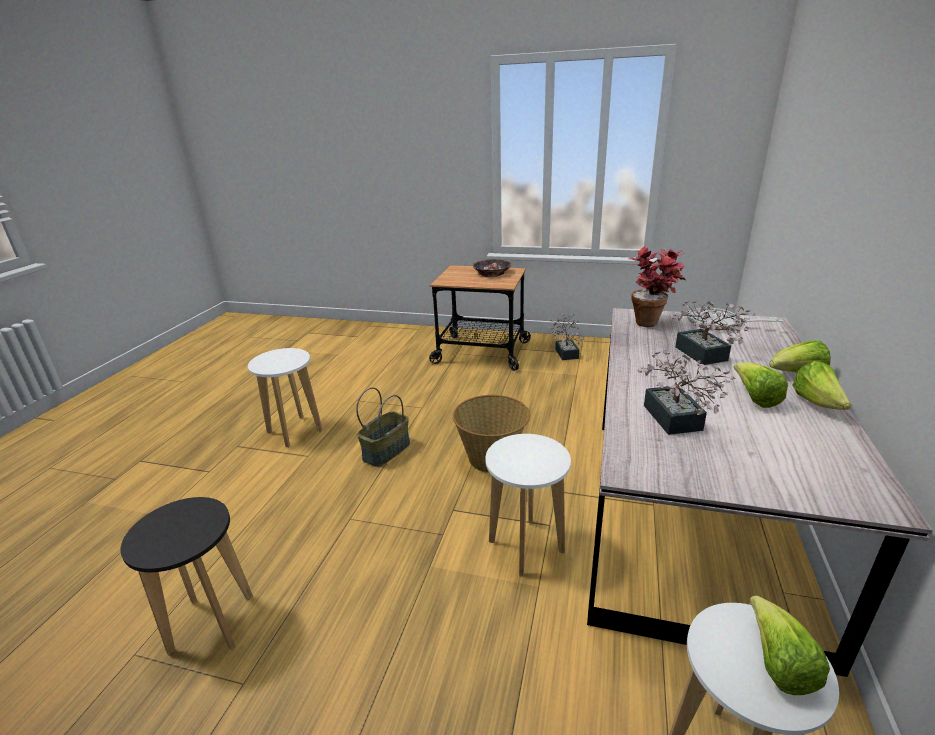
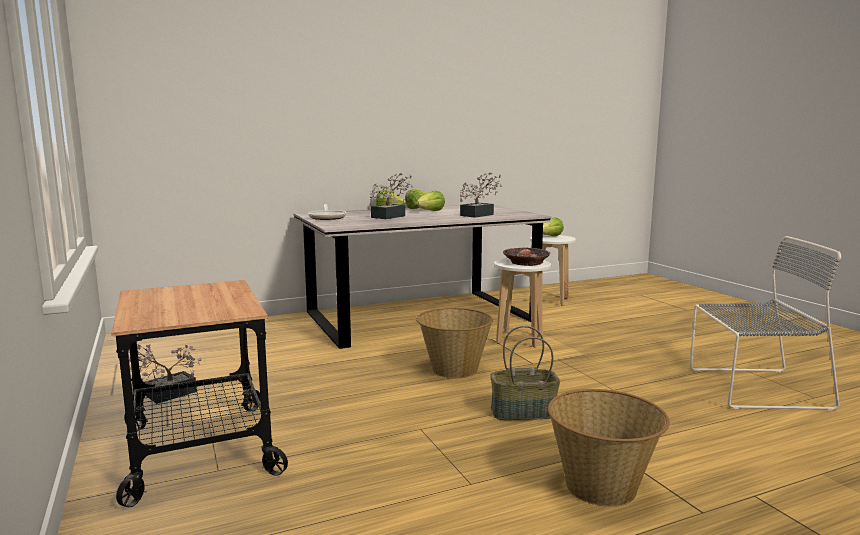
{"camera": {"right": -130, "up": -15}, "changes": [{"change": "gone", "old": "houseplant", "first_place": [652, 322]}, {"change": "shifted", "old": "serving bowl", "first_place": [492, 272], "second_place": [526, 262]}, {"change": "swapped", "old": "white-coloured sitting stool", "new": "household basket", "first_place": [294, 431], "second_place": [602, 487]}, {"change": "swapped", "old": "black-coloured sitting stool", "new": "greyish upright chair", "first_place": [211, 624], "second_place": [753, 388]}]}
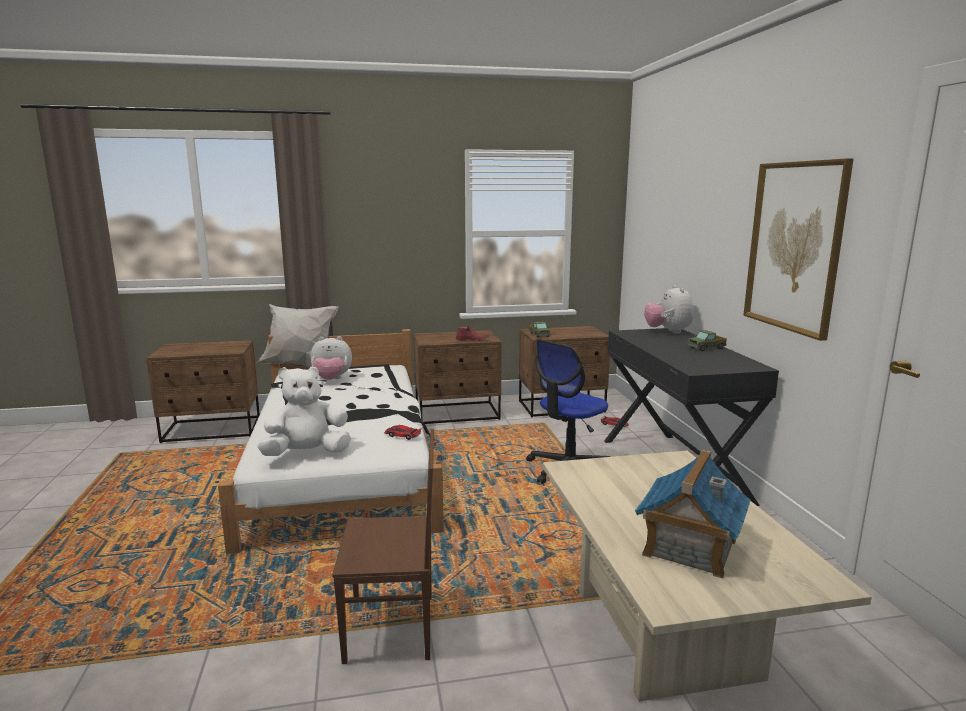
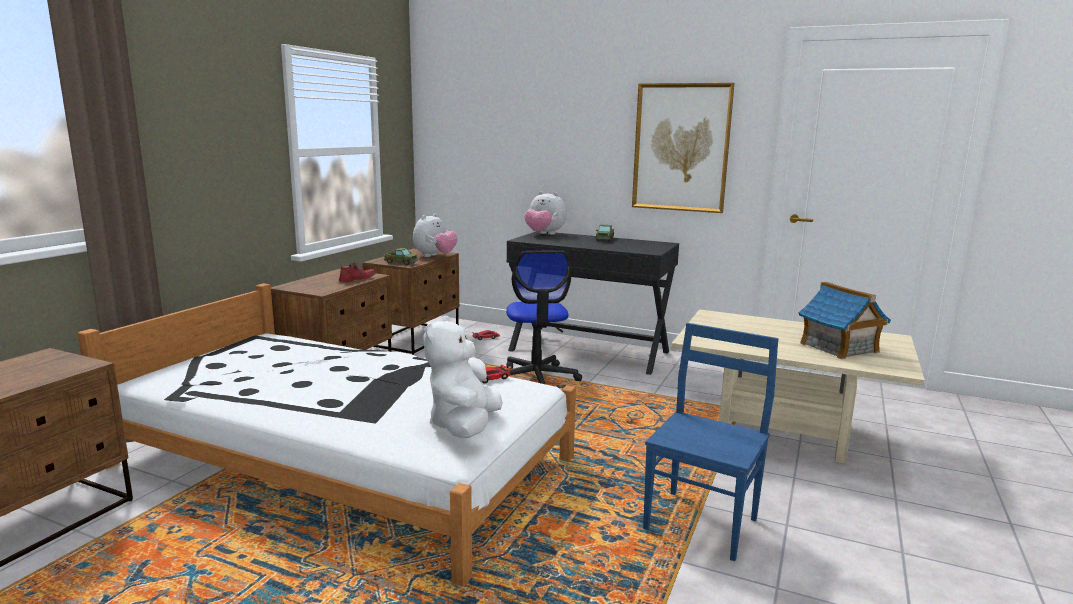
{"camera": {"right": -55, "up": 0}, "changes": [{"change": "gone", "old": "white-coloured cushion", "first_place": [299, 367]}, {"change": "shifted", "old": "plush toy", "first_place": [331, 380], "second_place": [435, 256]}, {"change": "repainted", "old": "brown upright chair", "new": "blue-coloured upright chair", "first_place": [392, 630], "second_place": [703, 524]}]}
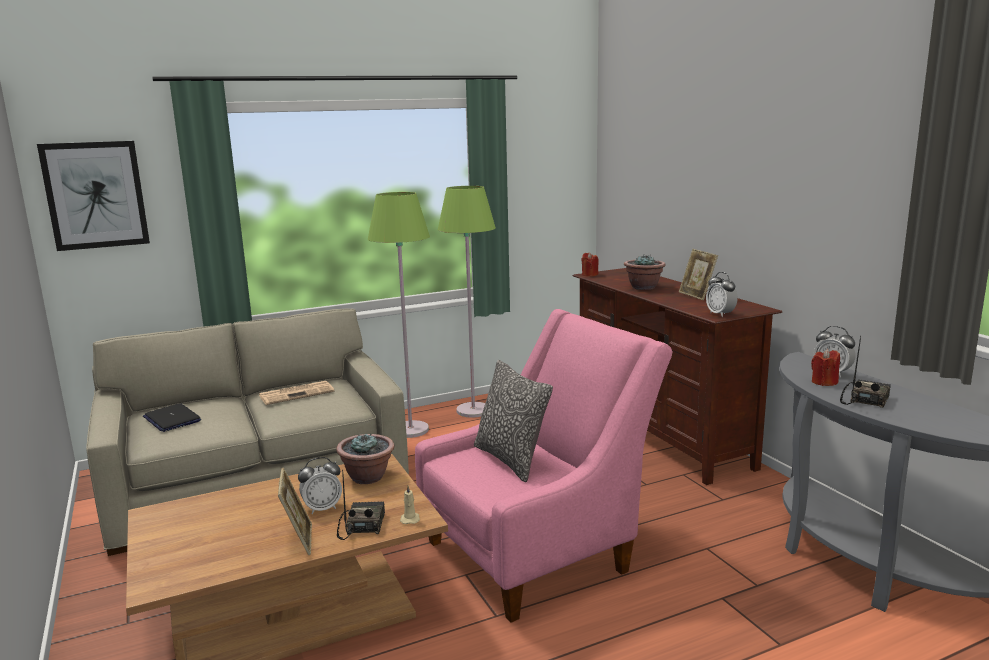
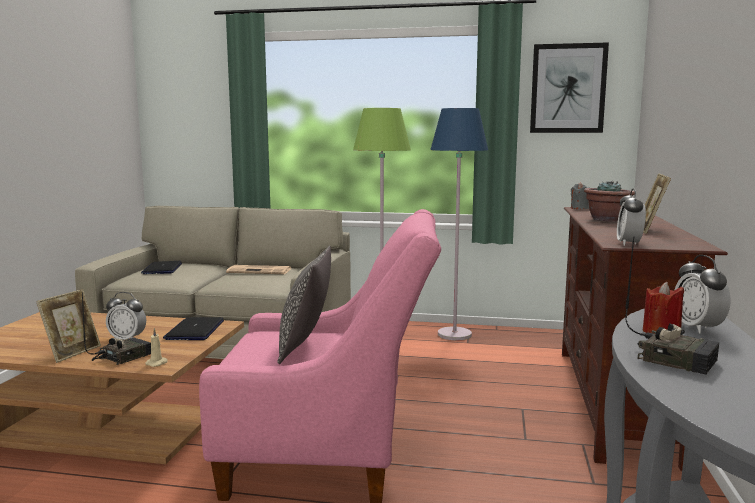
{"camera": {"right": 35, "up": -5}, "changes": [{"change": "shifted", "old": "picture", "first_place": [95, 195], "second_place": [568, 88]}, {"change": "repainted", "old": "greenish standard lamp", "new": "blue-coloured standard lamp", "first_place": [473, 410], "second_place": [454, 334]}, {"change": "repainted", "old": "red wax candle", "new": "greyish wax candle", "first_place": [589, 274], "second_place": [579, 208]}, {"change": "rotated", "old": "radio set", "first_place": [865, 399], "second_place": [675, 359], "degrees": 60}, {"change": "swapped", "old": "houseplant", "new": "laptop", "first_place": [368, 477], "second_place": [195, 330]}]}
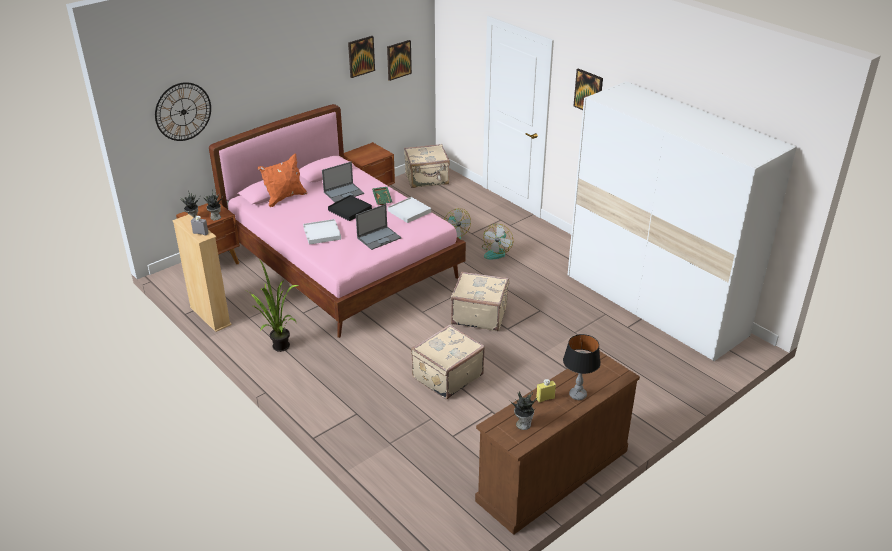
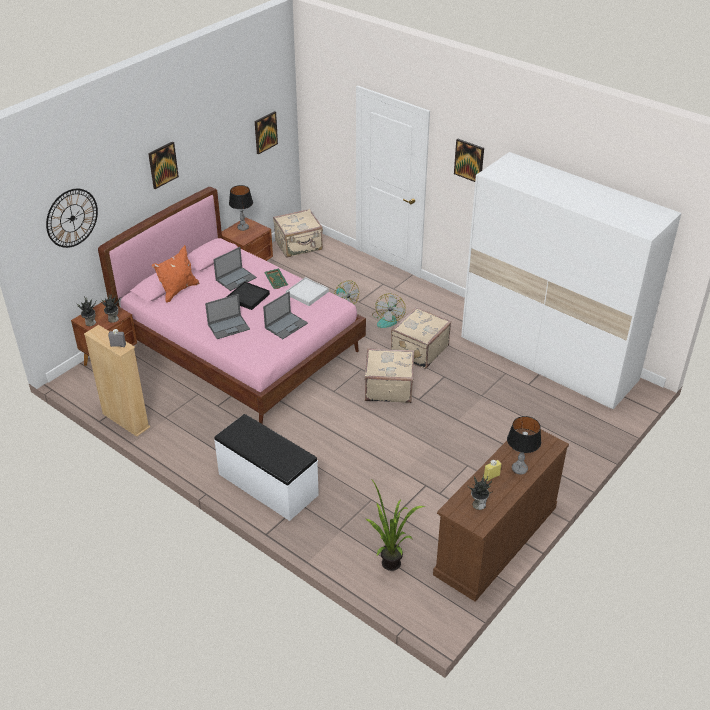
{"camera": {"right": -10, "up": 5}, "changes": [{"change": "shifted", "old": "picture", "first_place": [361, 56], "second_place": [162, 165]}, {"change": "swapped", "old": "white-coloured tray", "new": "laptop", "first_place": [322, 233], "second_place": [229, 327]}, {"change": "shifted", "old": "houseplant", "first_place": [278, 349], "second_place": [389, 567]}, {"change": "shifted", "old": "beige piece of luggage", "first_place": [446, 376], "second_place": [418, 350]}, {"change": "new", "new": "table lamp", "second_place": [243, 228]}, {"change": "new", "new": "white-coloured indoor bench", "second_place": [267, 485]}]}
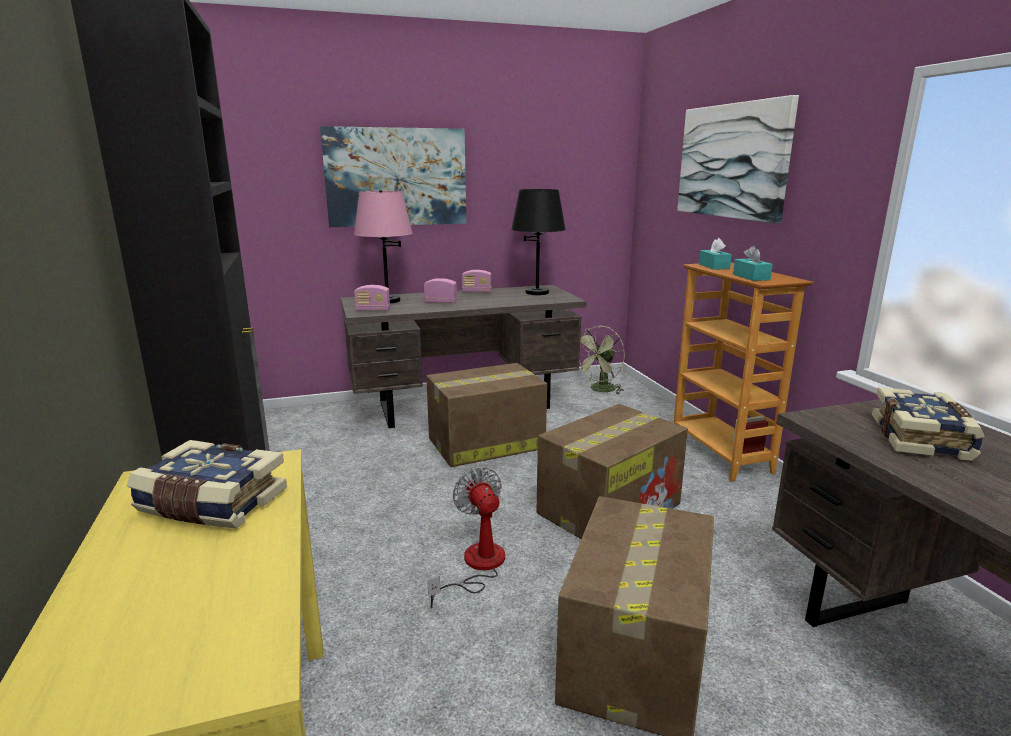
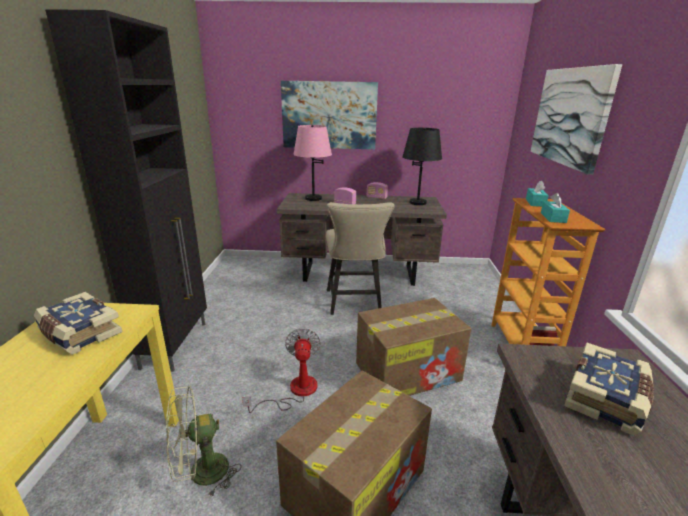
{"camera": {"right": 20, "up": 5}, "changes": [{"change": "gone", "old": "radio set", "first_place": [373, 310]}, {"change": "shifted", "old": "greenish cooling fan", "first_place": [600, 390], "second_place": [200, 474]}, {"change": "swapped", "old": "carton", "new": "beige upright chair", "first_place": [484, 444], "second_place": [354, 304]}]}
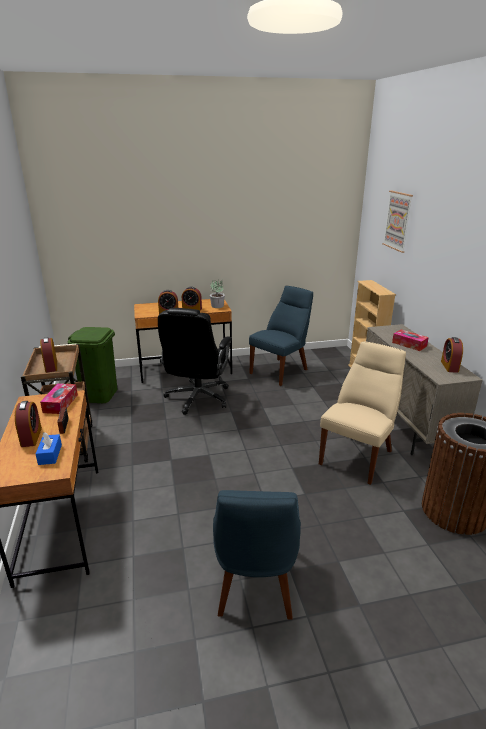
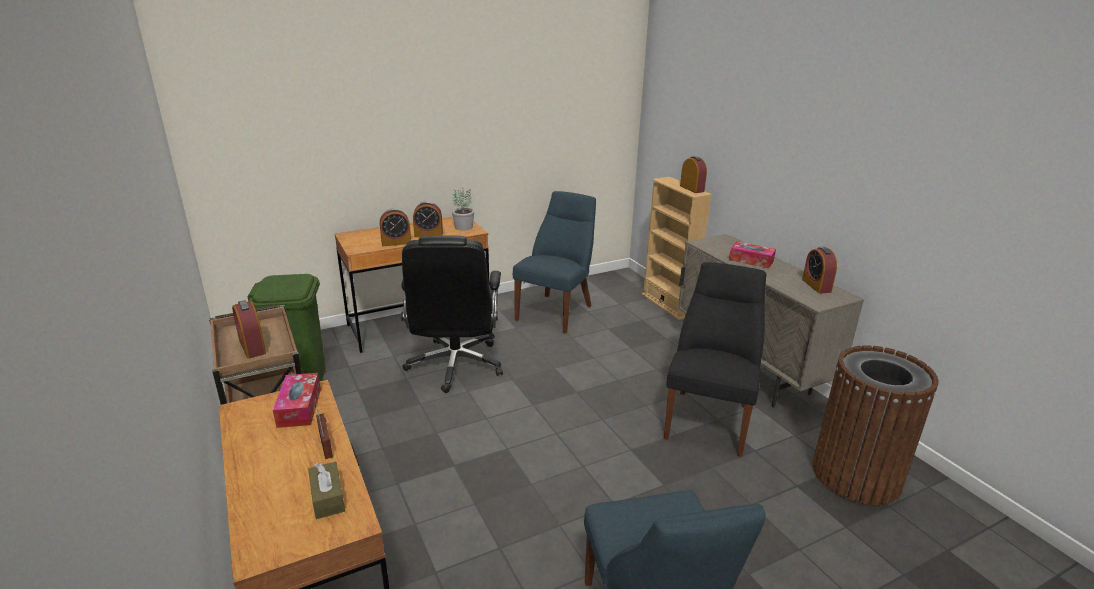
{"camera": {"right": -15, "up": 0}, "changes": [{"change": "gone", "old": "picture", "first_place": [398, 221]}, {"change": "repainted", "old": "beige upright chair", "new": "black-coloured upright chair", "first_place": [358, 455], "second_place": [708, 419]}, {"change": "shifted", "old": "bedside clock", "first_place": [31, 437], "second_place": [692, 189]}, {"change": "repainted", "old": "blue-coloured box of tissues", "new": "brown box of tissues", "first_place": [50, 454], "second_place": [327, 498]}]}
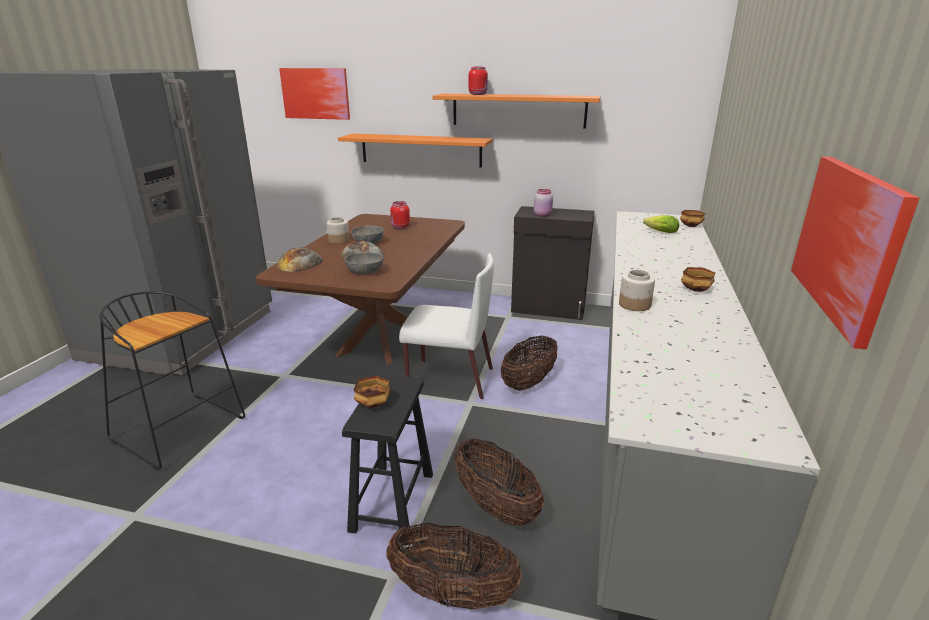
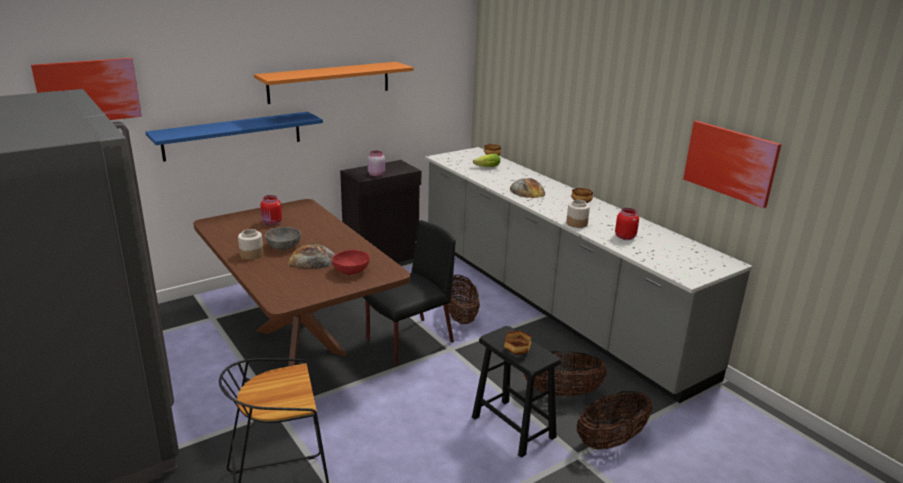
{"camera": {"right": -50, "up": 0}, "changes": [{"change": "shifted", "old": "red jar", "first_place": [478, 94], "second_place": [625, 237]}, {"change": "repainted", "old": "orangey wall shelf", "new": "blue-coloured wall shelf", "first_place": [421, 150], "second_place": [233, 135]}, {"change": "shifted", "old": "bread", "first_place": [300, 263], "second_place": [527, 190]}, {"change": "repainted", "old": "greyish serving bowl", "new": "red serving bowl", "first_place": [365, 272], "second_place": [351, 271]}, {"change": "repainted", "old": "white-coloured upright chair", "new": "black-coloured upright chair", "first_place": [448, 379], "second_place": [408, 341]}]}
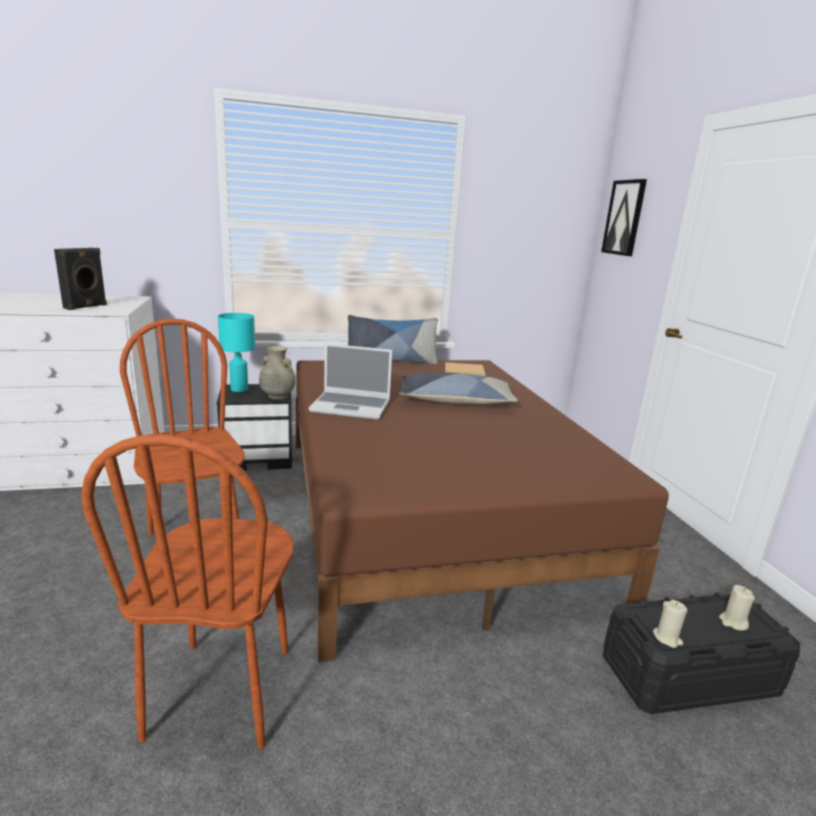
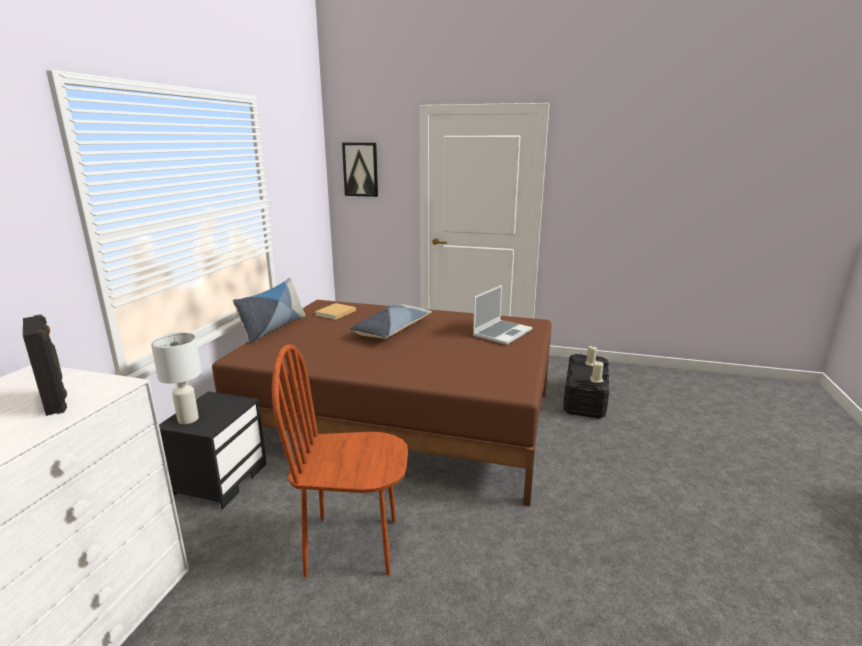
{"camera": {"right": -60, "up": 0}, "changes": [{"change": "repainted", "old": "turquoise table lamp", "new": "white-coloured table lamp", "first_place": [238, 389], "second_place": [187, 419]}, {"change": "shifted", "old": "laptop", "first_place": [352, 407], "second_place": [502, 333]}, {"change": "gone", "old": "beige flower vase", "first_place": [277, 396]}, {"change": "gone", "old": "brown upright chair", "first_place": [222, 692]}]}
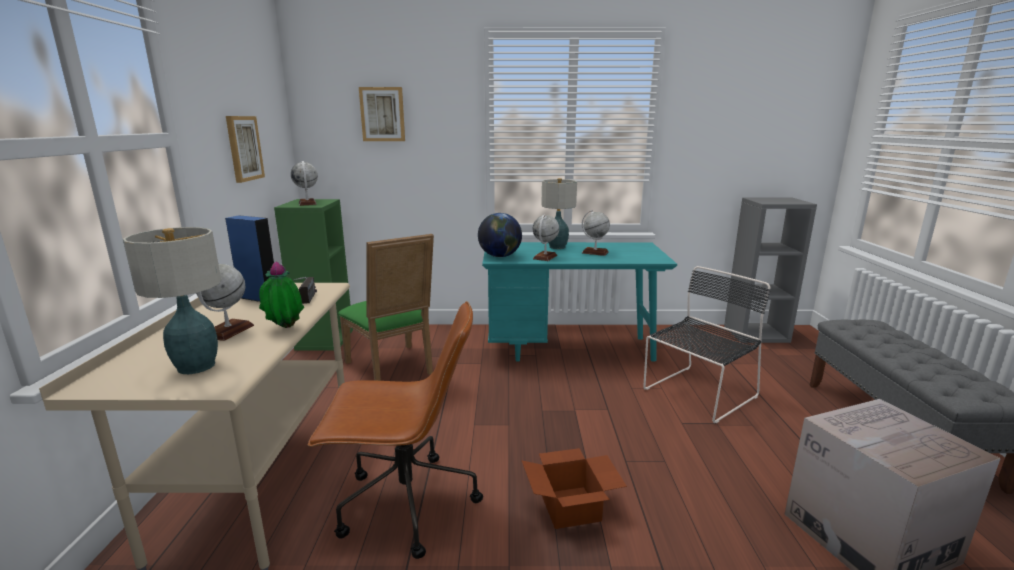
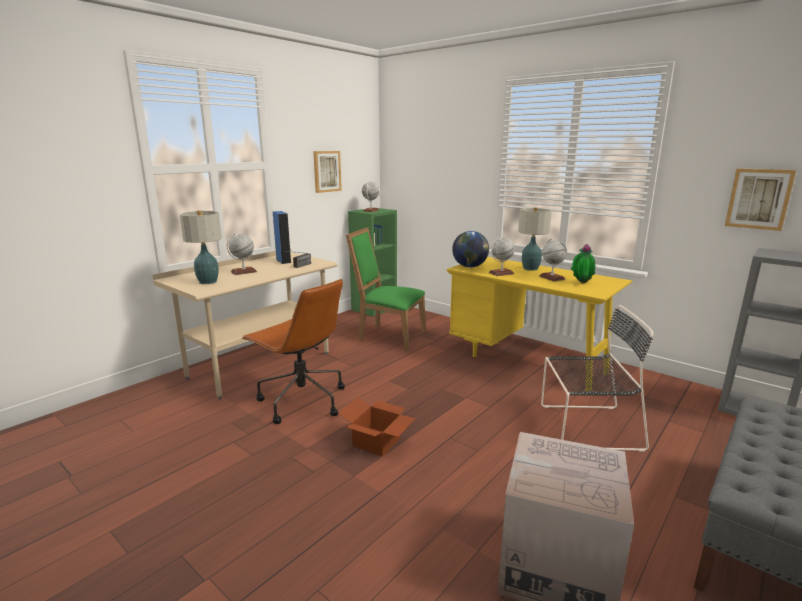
{"camera": {"right": 40, "up": 0}, "changes": [{"change": "shifted", "old": "picture", "first_place": [382, 114], "second_place": [759, 199]}, {"change": "rotated", "old": "greenish upright chair", "first_place": [393, 369], "second_place": [388, 336], "degrees": 105}, {"change": "repainted", "old": "turquoise desk table", "new": "yellowish desk table", "first_place": [570, 349], "second_place": [527, 361]}, {"change": "shifted", "old": "houseplant", "first_place": [284, 329], "second_place": [581, 283]}]}
